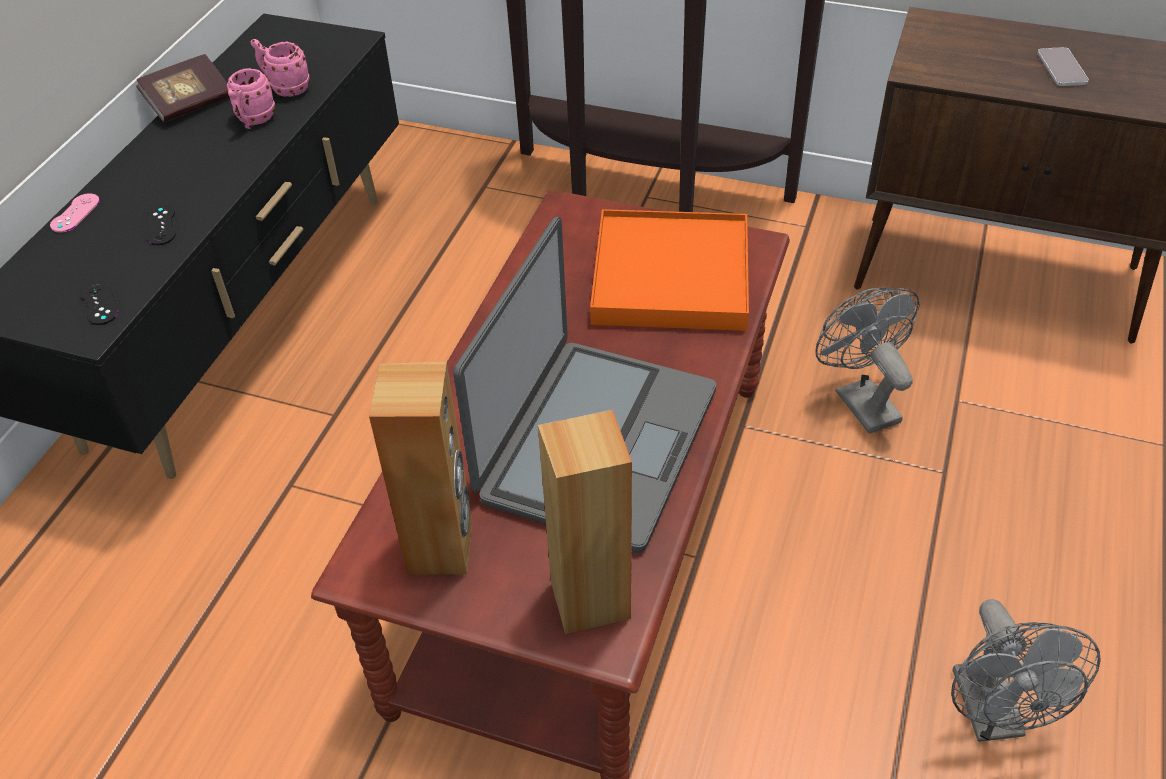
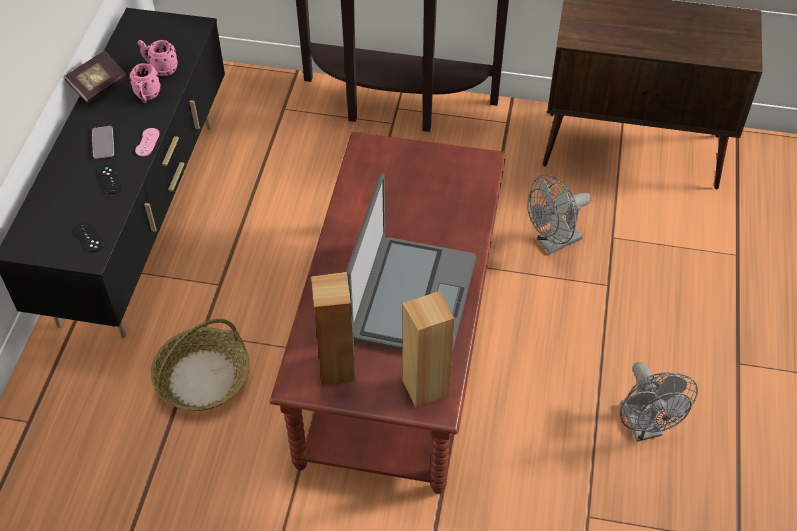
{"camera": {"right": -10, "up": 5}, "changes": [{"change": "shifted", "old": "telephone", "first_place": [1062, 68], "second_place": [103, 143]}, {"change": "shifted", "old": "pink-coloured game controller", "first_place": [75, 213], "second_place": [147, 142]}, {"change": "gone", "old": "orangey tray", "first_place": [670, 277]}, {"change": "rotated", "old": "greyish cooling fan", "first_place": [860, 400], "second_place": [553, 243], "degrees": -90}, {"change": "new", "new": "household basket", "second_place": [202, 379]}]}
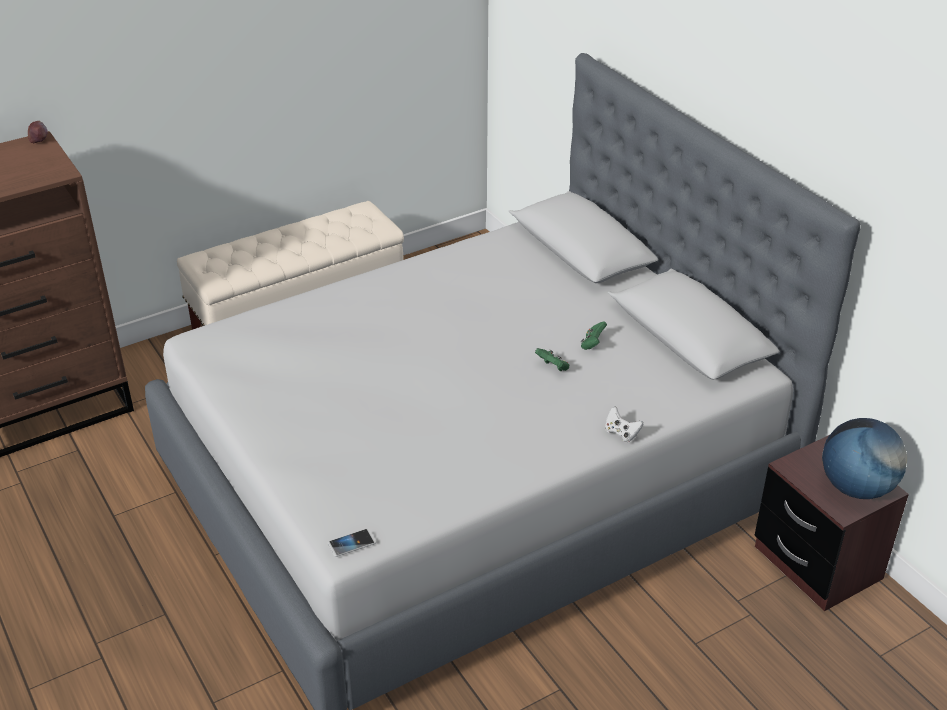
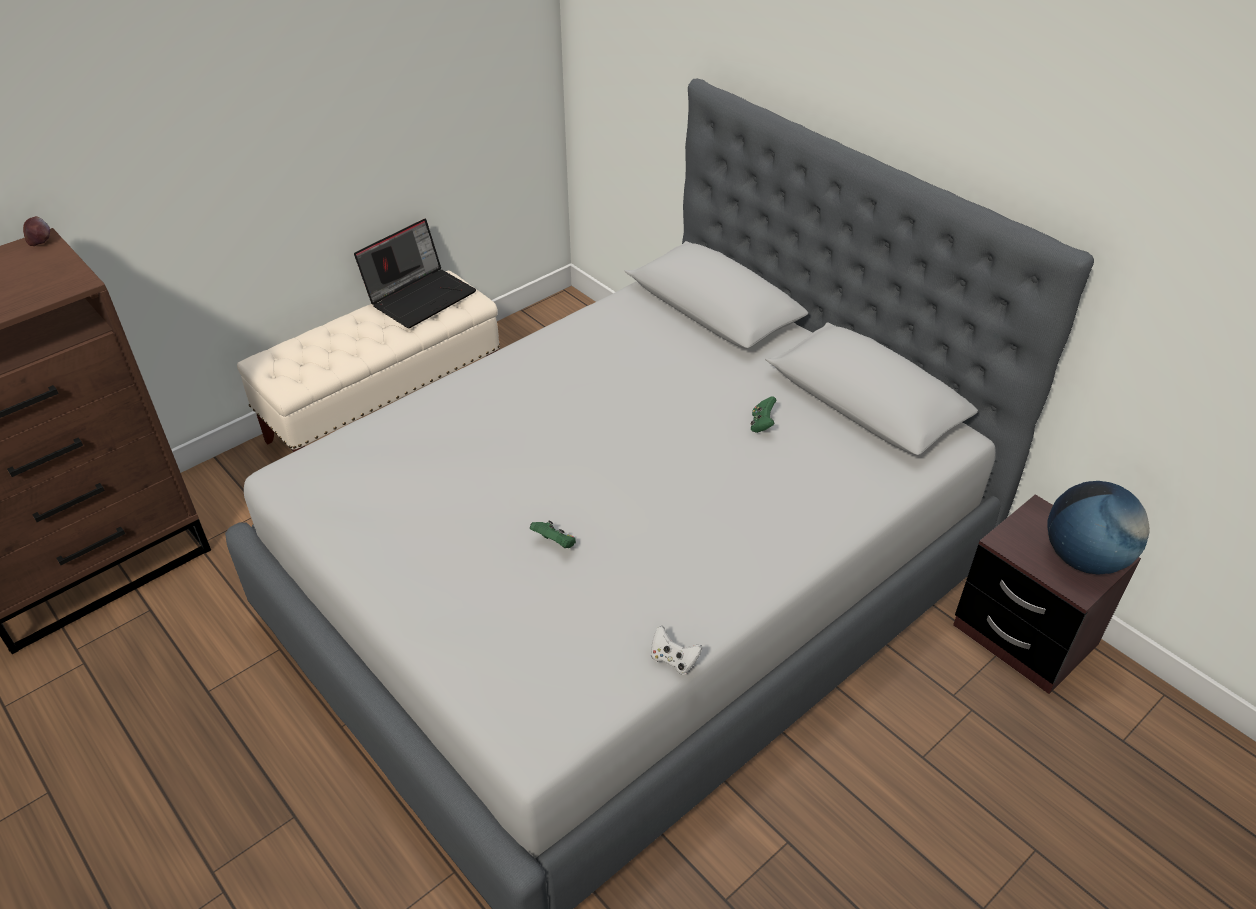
{"camera": {"right": -10, "up": 5}, "changes": [{"change": "shifted", "old": "greenish game controller", "first_place": [553, 367], "second_place": [555, 543]}, {"change": "shifted", "old": "white-coloured game controller", "first_place": [621, 433], "second_place": [673, 660]}, {"change": "gone", "old": "telephone", "first_place": [352, 543]}, {"change": "new", "new": "laptop", "second_place": [421, 296]}]}
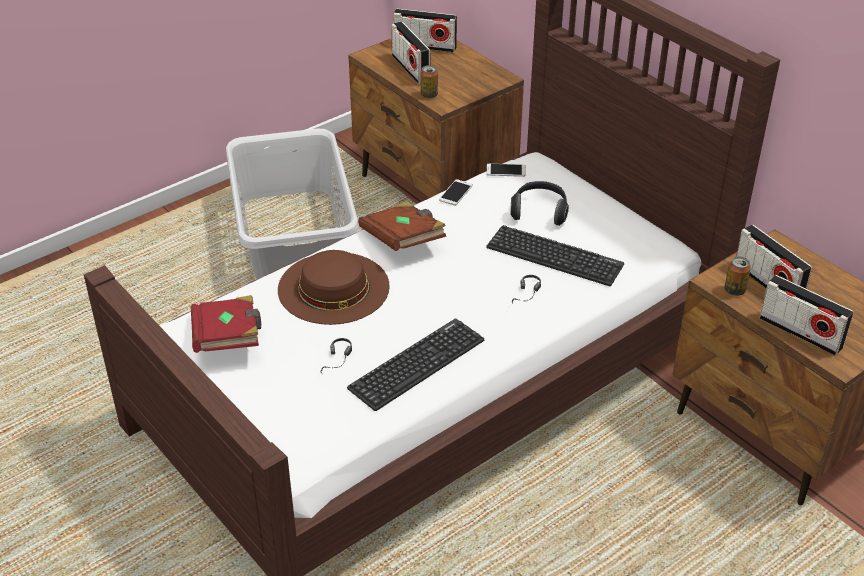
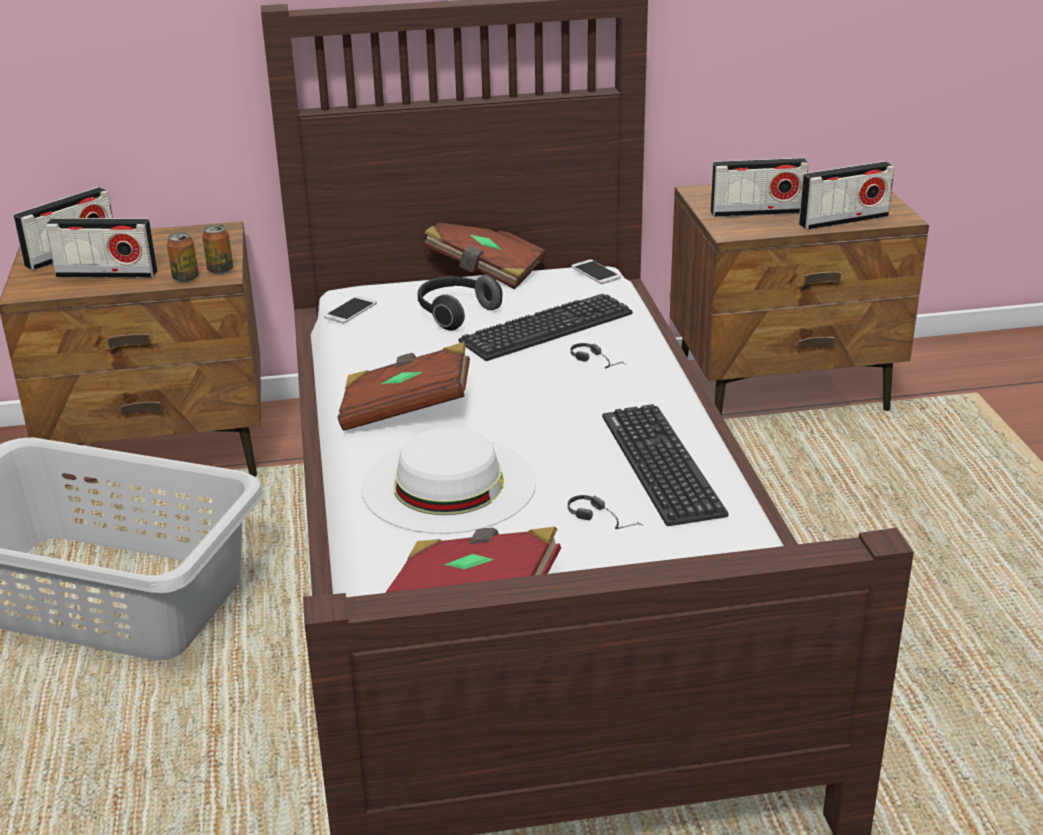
{"camera": {"right": -60, "up": -10}, "changes": [{"change": "shifted", "old": "telephone", "first_place": [455, 193], "second_place": [595, 272]}, {"change": "repainted", "old": "brown wearable hat", "new": "white-coloured wearable hat", "first_place": [333, 288], "second_place": [449, 484]}, {"change": "shifted", "old": "metal can", "first_place": [734, 290], "second_place": [220, 270]}, {"change": "new", "new": "brown volume", "second_place": [484, 270]}]}
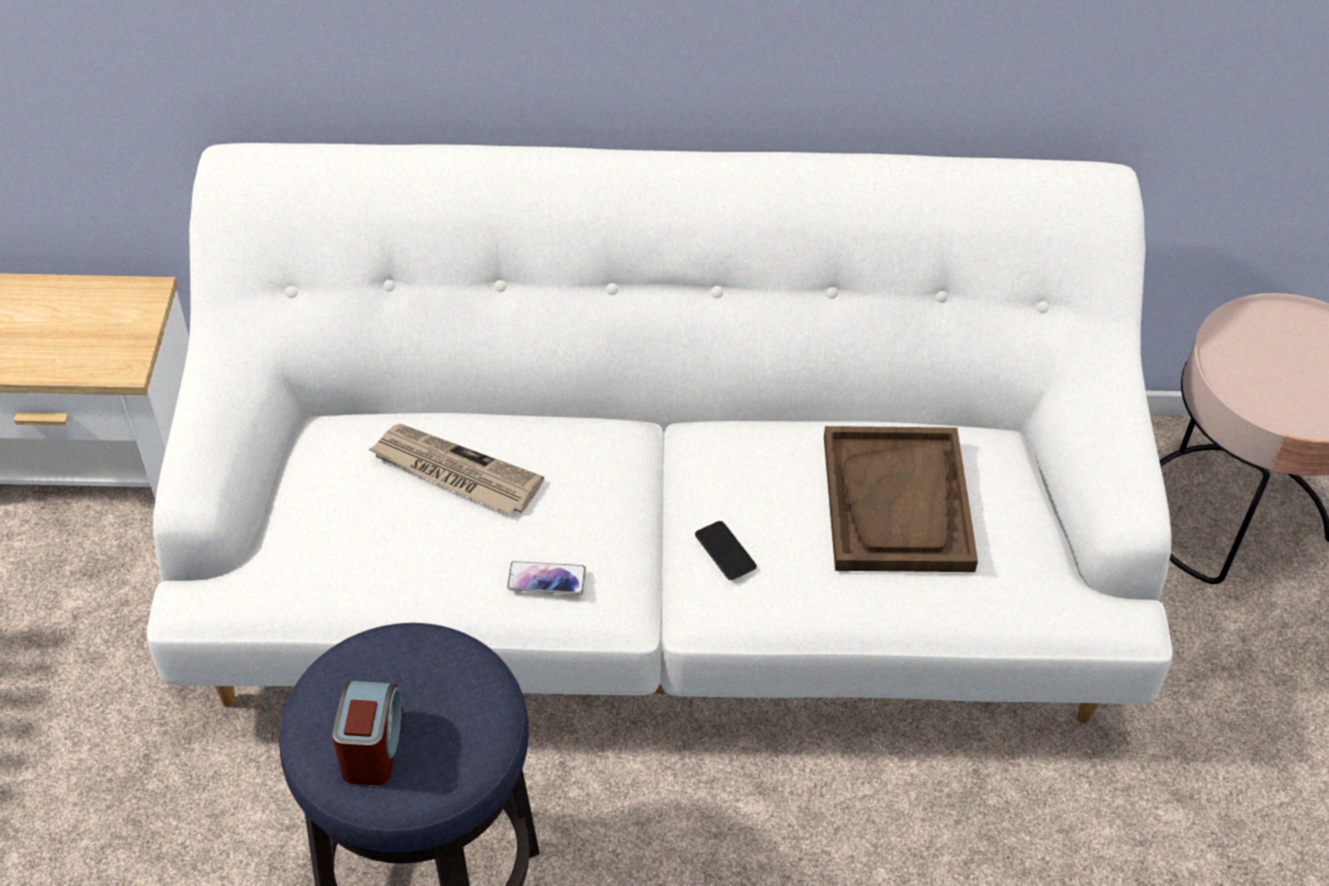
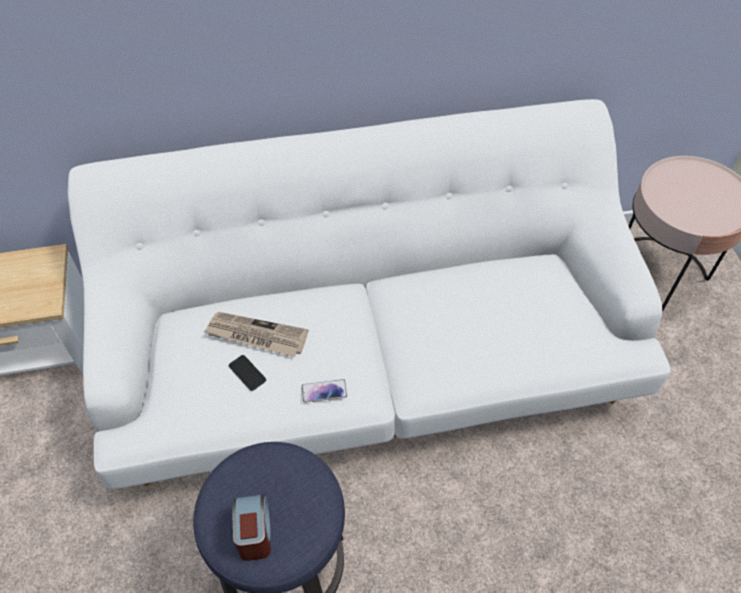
{"camera": {"right": -10, "up": 5}, "changes": [{"change": "gone", "old": "brown tray", "first_place": [897, 503]}, {"change": "shifted", "old": "telephone", "first_place": [725, 551], "second_place": [247, 373]}]}
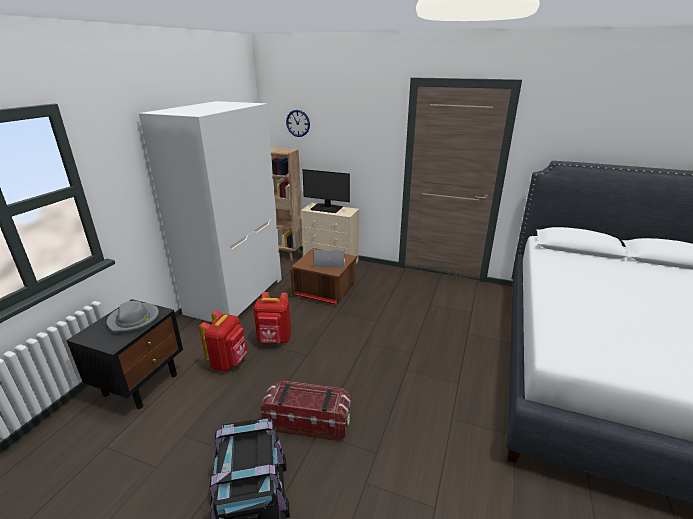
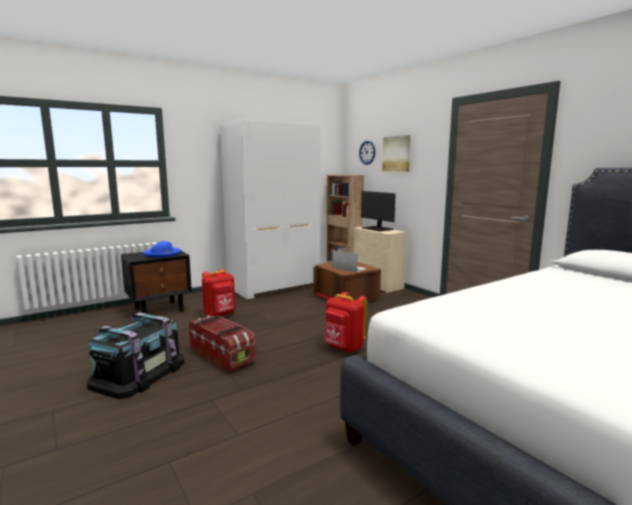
{"camera": {"right": 35, "up": -15}, "changes": [{"change": "shifted", "old": "red knapsack", "first_place": [274, 340], "second_place": [343, 348]}, {"change": "repainted", "old": "greyish wearable hat", "new": "blue-coloured wearable hat", "first_place": [134, 319], "second_place": [162, 254]}, {"change": "new", "new": "picture", "second_place": [397, 154]}]}
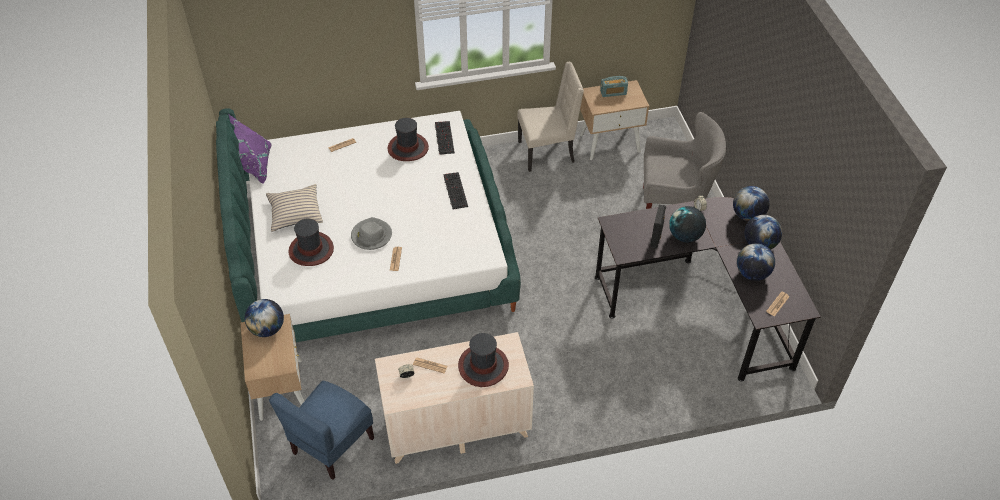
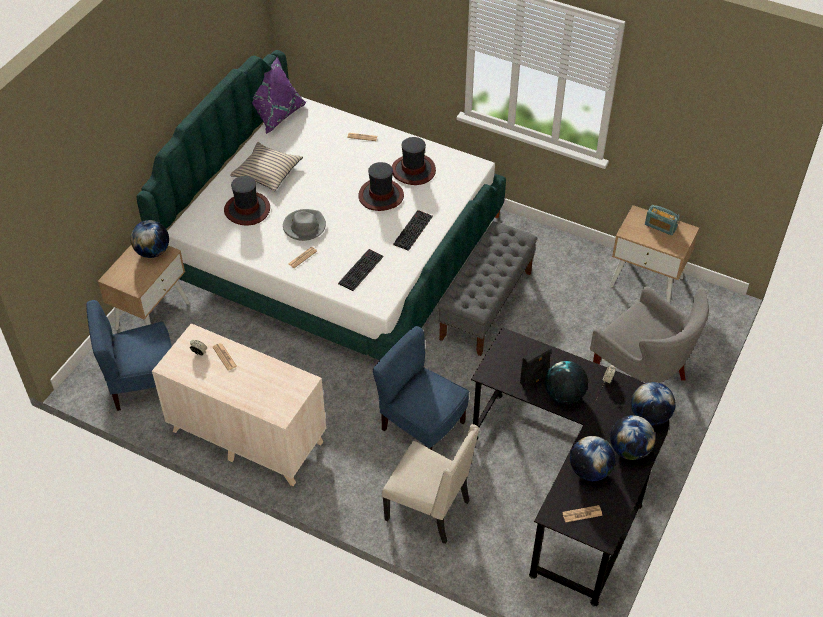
{"camera": {"right": 40, "up": 0}, "changes": [{"change": "shifted", "old": "beige upright chair", "first_place": [547, 152], "second_place": [430, 510]}, {"change": "shifted", "old": "keyboard", "first_place": [443, 137], "second_place": [360, 269]}, {"change": "shifted", "old": "wearable hat", "first_place": [483, 366], "second_place": [381, 196]}, {"change": "new", "new": "greyish indoor bench", "second_place": [486, 305]}, {"change": "new", "new": "blue-coloured upright chair", "second_place": [422, 427]}]}
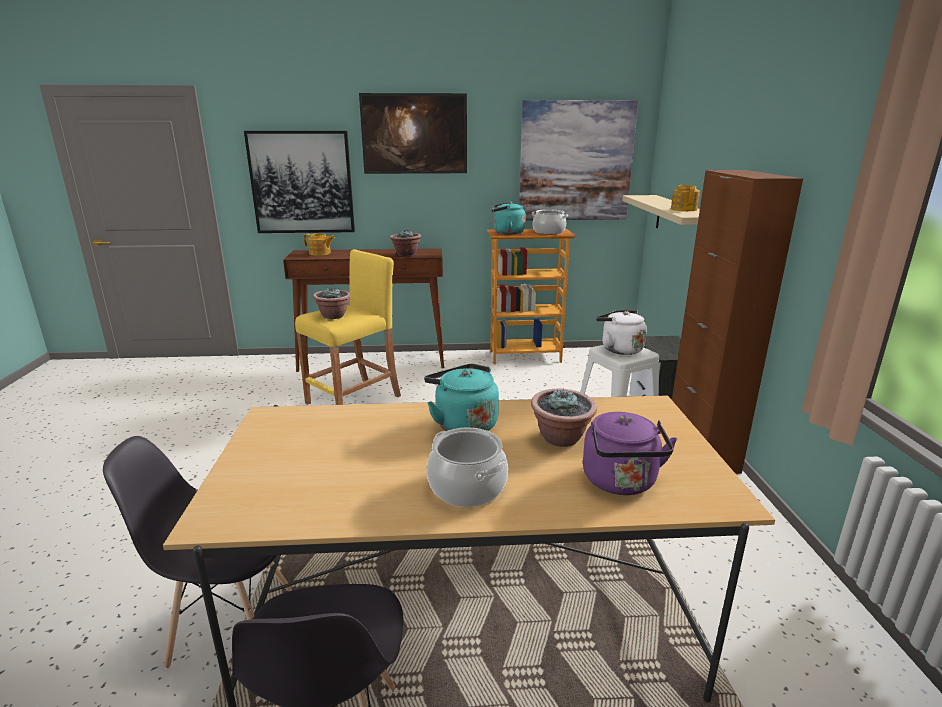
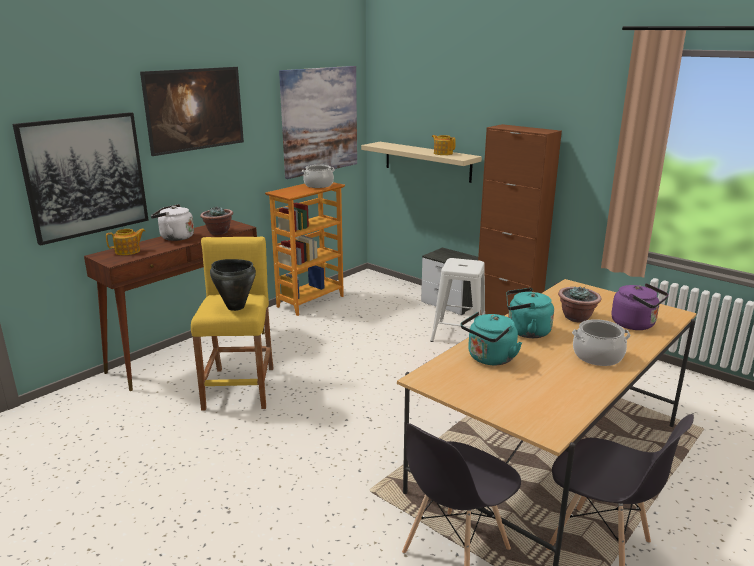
{"camera": {"right": -45, "up": 0}, "changes": [{"change": "shifted", "old": "turquoise tea kettle", "first_place": [506, 233], "second_place": [489, 359]}, {"change": "swapped", "old": "houseplant", "new": "black-coloured stockpot", "first_place": [334, 316], "second_place": [235, 307]}, {"change": "shifted", "old": "white-coloured tea kettle", "first_place": [619, 349], "second_place": [174, 237]}]}
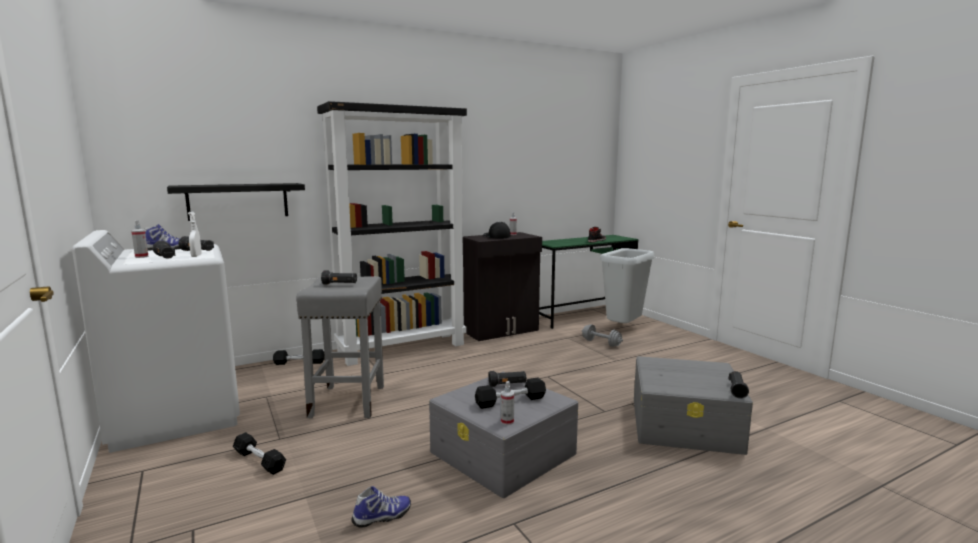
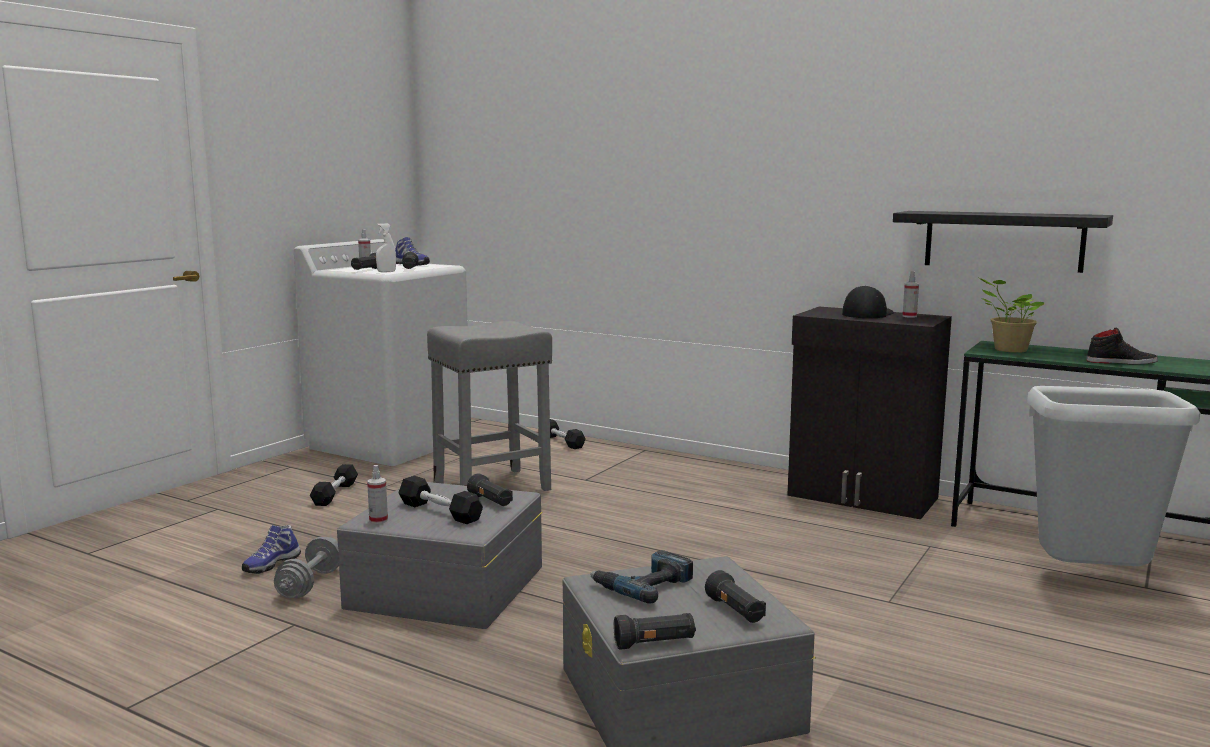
{"camera": {"right": 60, "up": 0}, "changes": [{"change": "gone", "old": "black-coloured bookshelf", "first_place": [402, 348]}, {"change": "shifted", "old": "black-coloured wall shelf", "first_place": [238, 201], "second_place": [1003, 240]}, {"change": "shifted", "old": "black-coloured torch", "first_place": [340, 284], "second_place": [735, 612]}, {"change": "shifted", "old": "greyish free weight", "first_place": [601, 343], "second_place": [310, 584]}, {"change": "rotated", "old": "low shoe", "first_place": [382, 517], "second_place": [271, 564], "degrees": 90}, {"change": "new", "new": "houseplant", "second_place": [1007, 350]}, {"change": "new", "new": "power drill", "second_place": [643, 584]}]}
